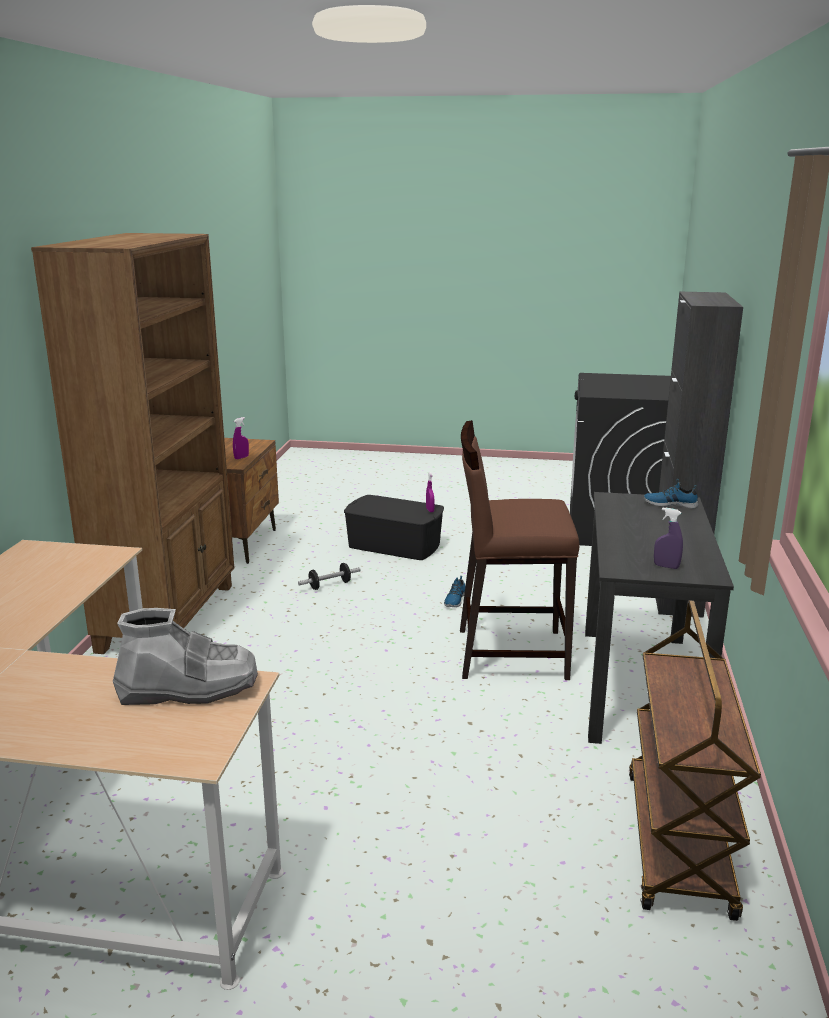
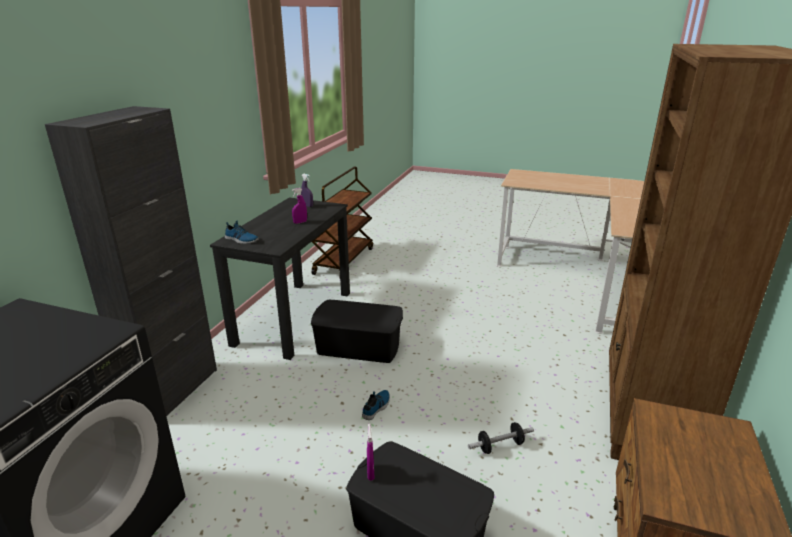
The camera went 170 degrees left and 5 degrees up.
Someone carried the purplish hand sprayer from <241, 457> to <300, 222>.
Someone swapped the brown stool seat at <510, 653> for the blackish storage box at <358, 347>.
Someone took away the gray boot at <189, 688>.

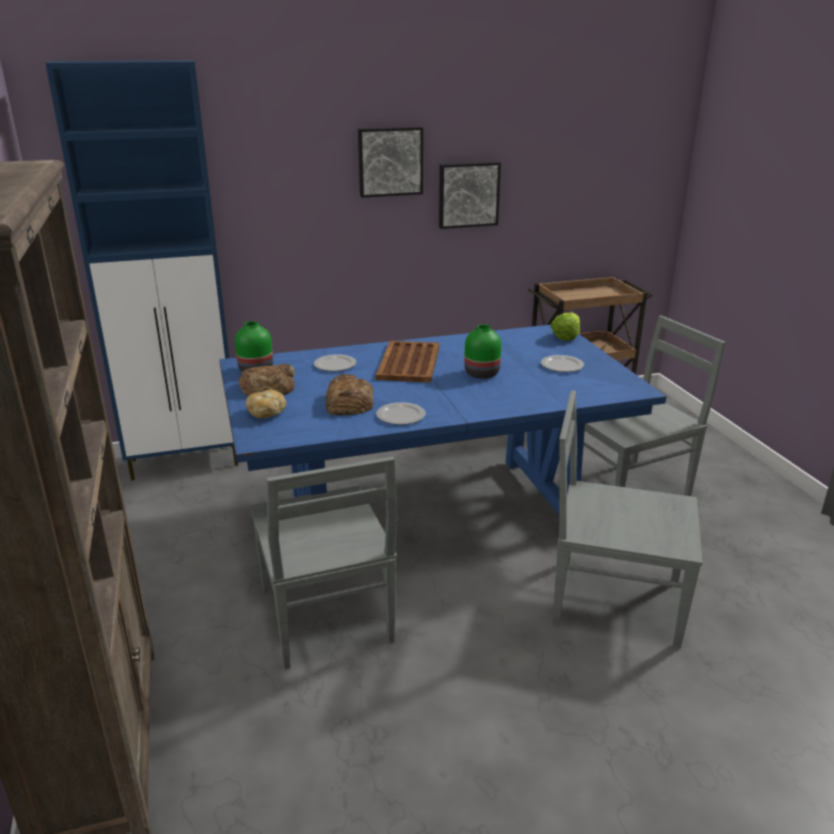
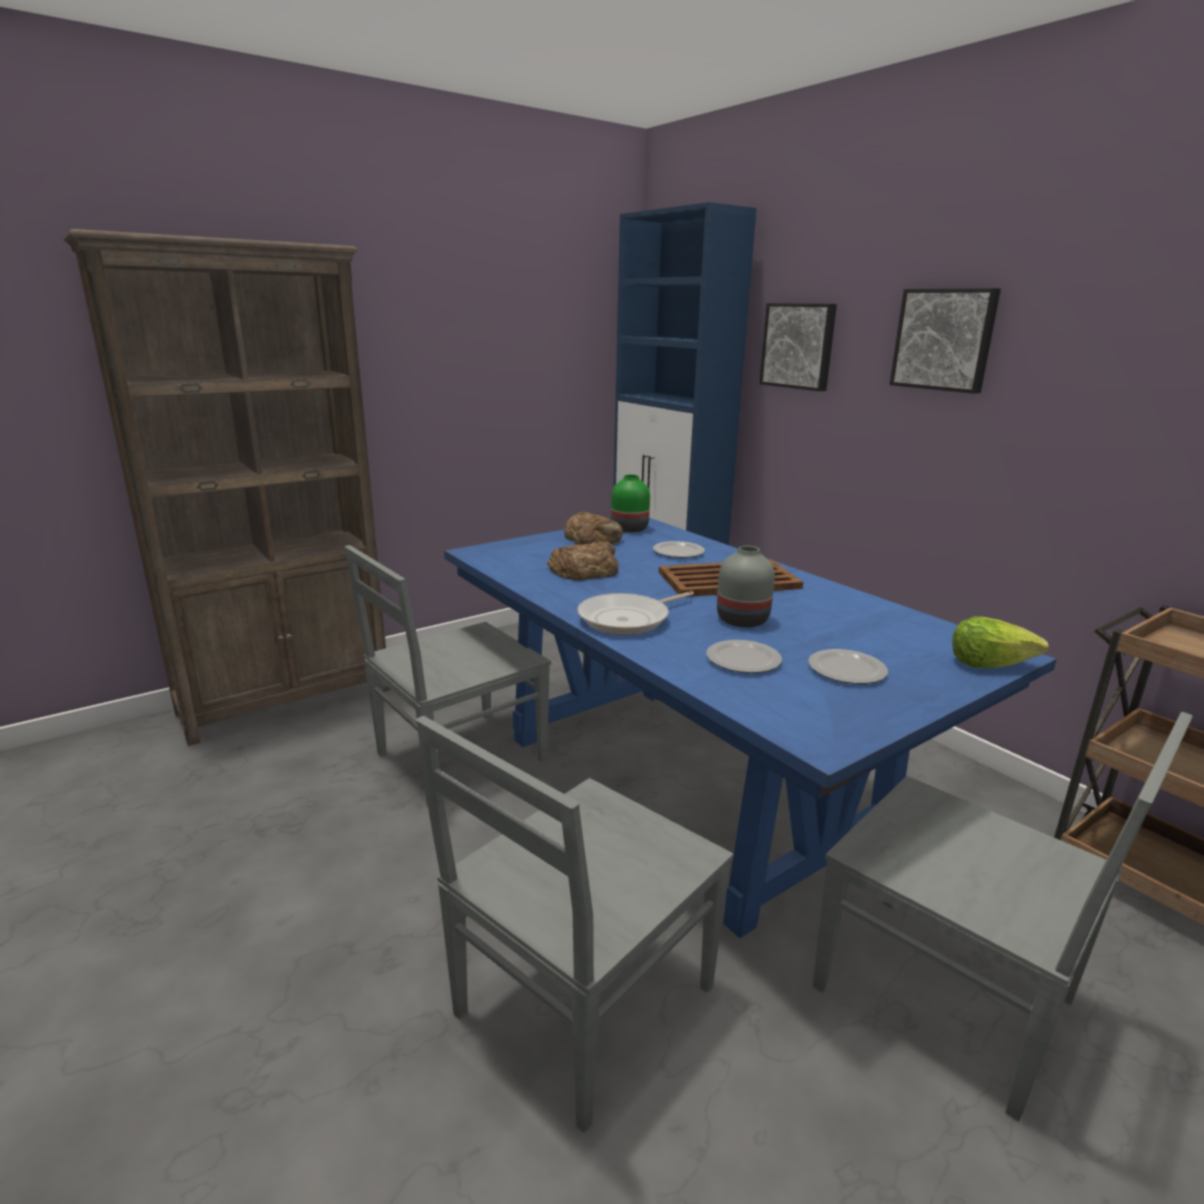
The camera went 70 degrees right and 5 degrees down.
Someone rotated the gray plain chair at <612, 600> by 135 degrees counterclockwise.
Someone put down the frying pan at <628, 619>.
Someone carried the dinner plate from <401, 416> to <742, 660>.
Someone repainted the green flower vase at <480, 374>, which became the gray flower vase at <741, 620>.
Someone carried the wall picture from <468, 194> to <799, 346>.
Someone took away the baked bread at <267, 413>.

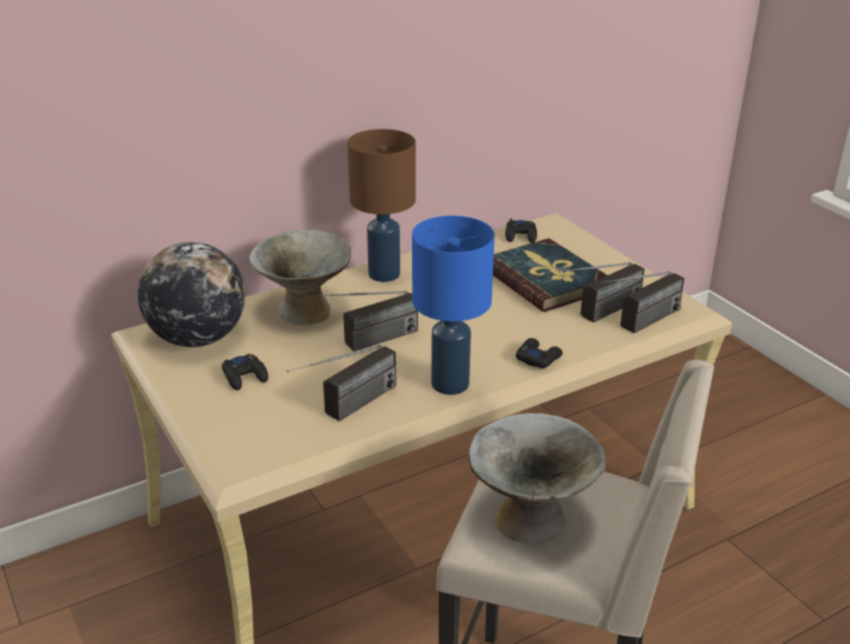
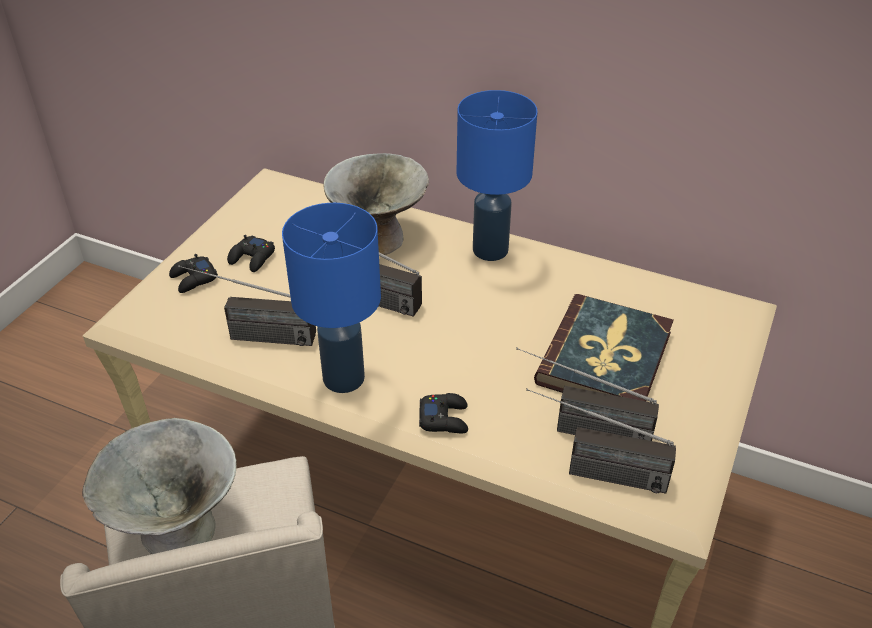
The camera went 55 degrees right and 10 degrees up.
Someone carried the blackish game controller from <521, 236> to <193, 279>.
Someone repainted the brown table lamp at <384, 274>, which became the bluish table lamp at <491, 249>.
Someone took away the desk globe at <198, 338>.

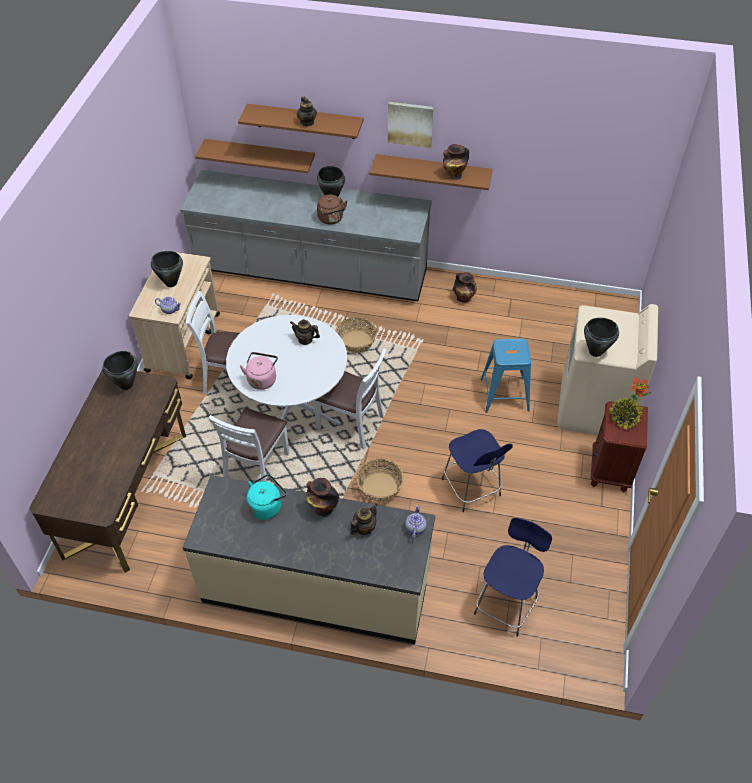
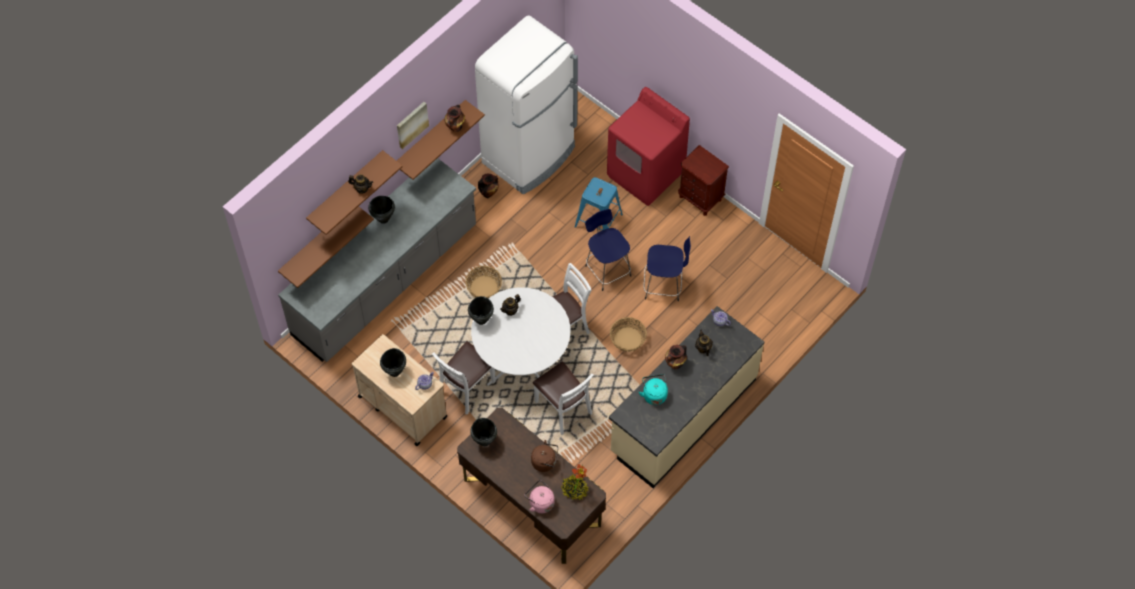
The camera went 60 degrees left and 10 degrees up.
Someone carried the blackish cooking pot from <595, 351> to <481, 320>.
Someone put down the white-coloured fridge at <529, 155>.
Someone carried the pink kettle from <262, 379> to <540, 502>.
Someone carried the brown kettle from <331, 219> to <545, 462>.
Someone carried the potted plant from <624, 417> to <574, 489>.
Someone carried the bluish stool seat from <506, 604> to <607, 269>.
Someone repainted the beige-coloured laundry machine at <594, 408>, which became the reddish laundry machine at <646, 174>.

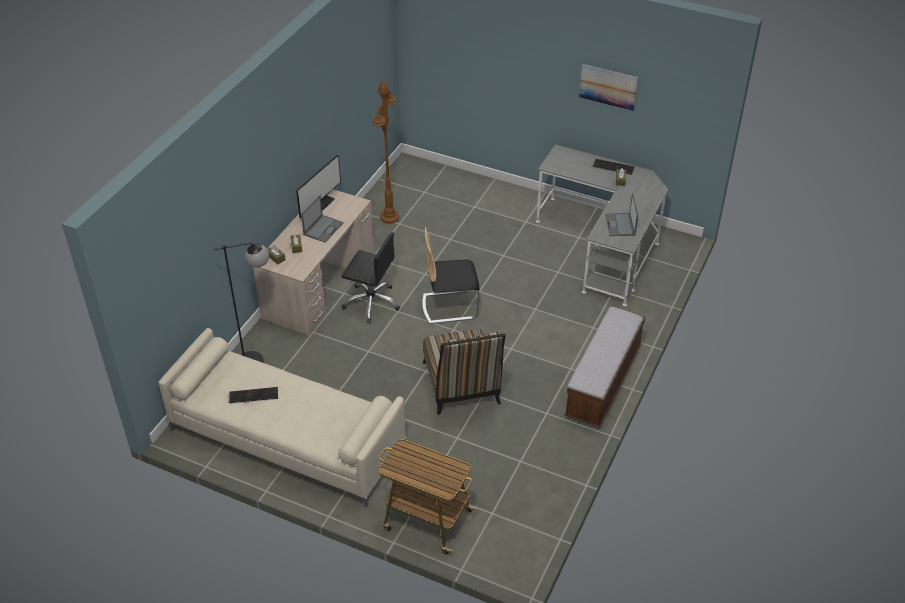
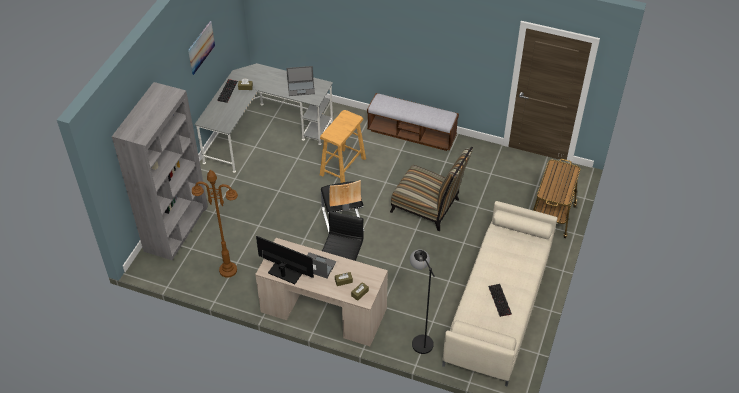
The camera went 95 degrees left and 5 degrees up.
Someone put down the gray bookcase at <176, 228>.
Someone put down the beige-coloured stool seat at <342, 167>.
Someone rotated the plain chair at <462, 387> by 45 degrees clockwise.

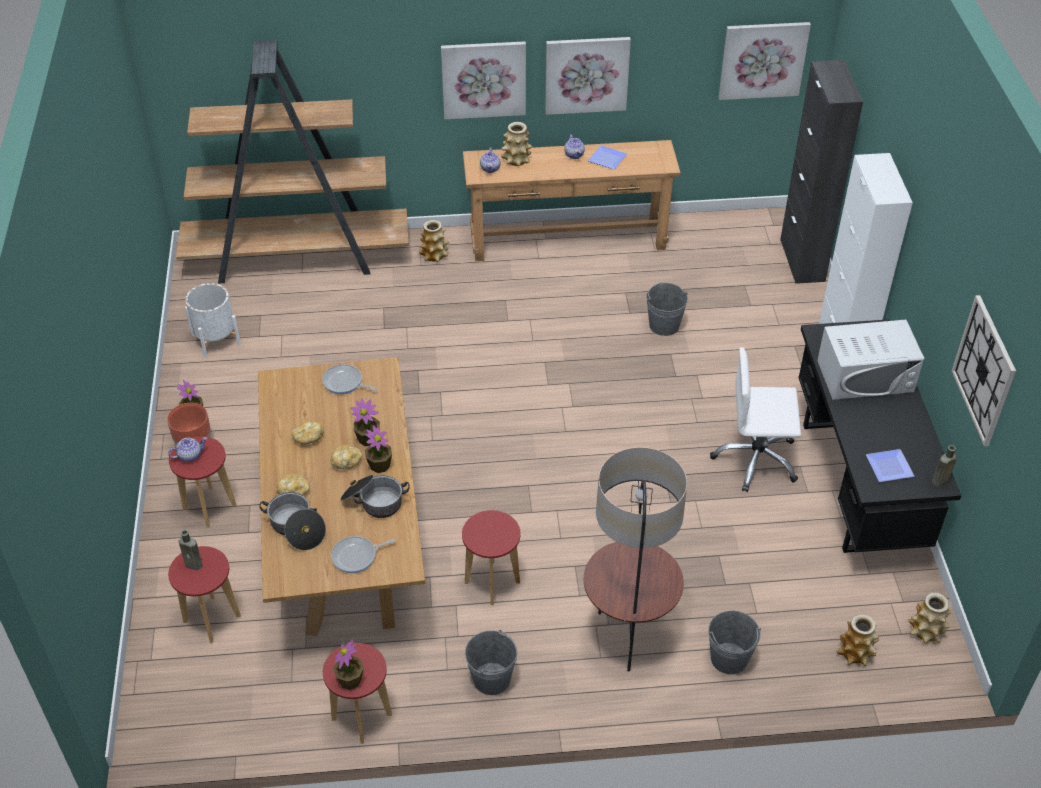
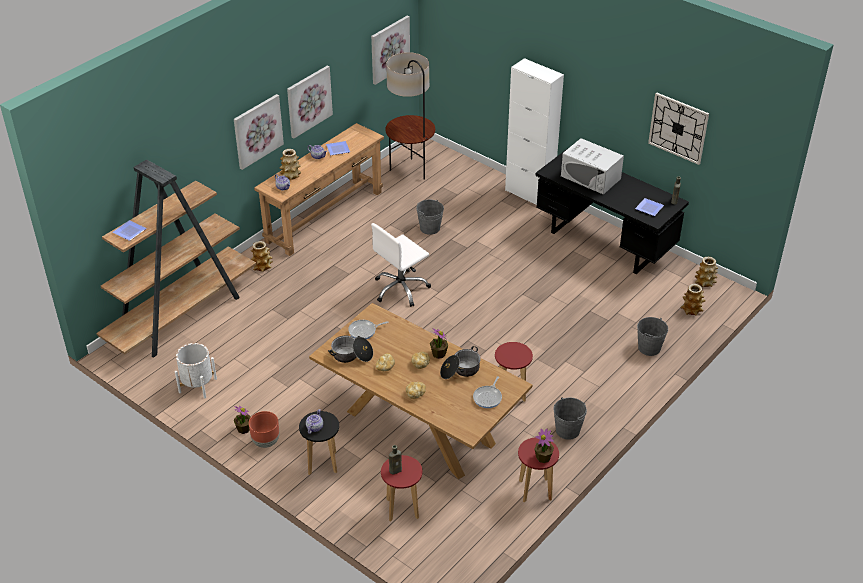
The camera went 45 degrees left and 5 degrees down.
Someone put down the dinner plate at <129, 232>.
Someone repainted the reddish stool seat at <209, 507>, which became the blackish stool seat at <322, 463>.
Someone carried the cooking pot from <296, 528> to <351, 355>.
Someone carried the white-coloured desk chair from <756, 459> to <401, 289>.
Someone carried the standing lamp from <627, 637> to <411, 170>.
Someone rotated the white-coloured kitchen microwave at <865, 376> by 90 degrees clockwise.
Someone took away the potted plant at <368, 439>.
Someone took away the blackish cupboard at <802, 260>.

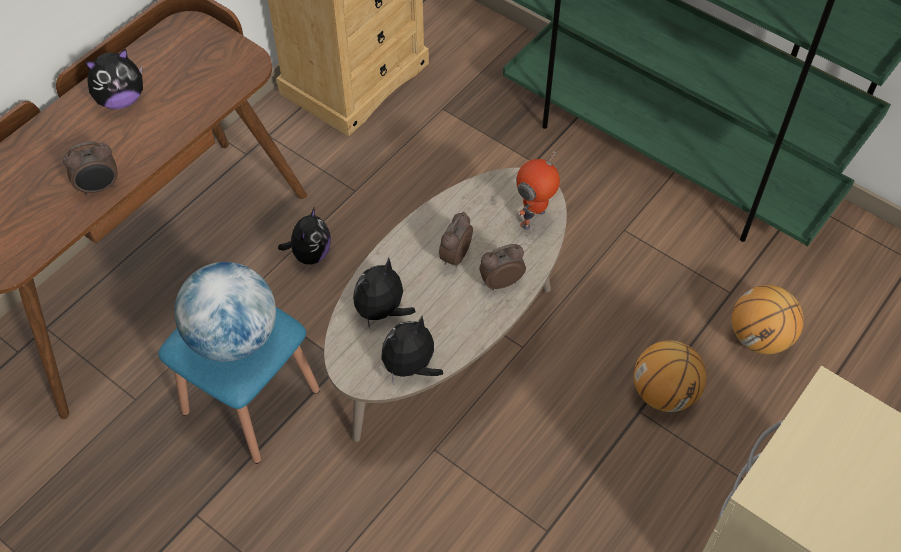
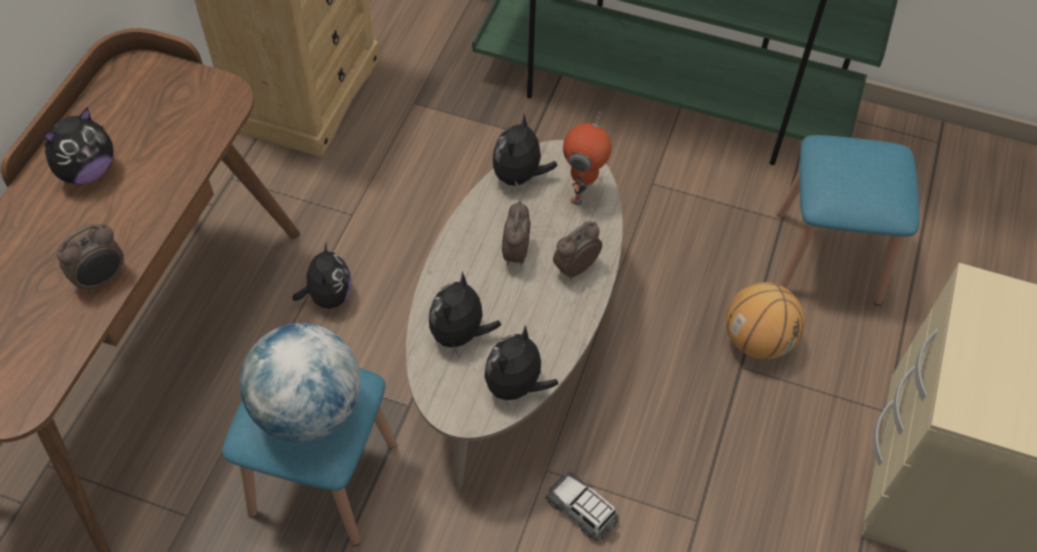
The camera went 20 degrees left and 0 degrees up.
Someone put down the plush toy at <519, 177>.
Someone put down the model car at <582, 510>.
Someone swapped the ball for basketball at <759, 337> for the bluish stool seat at <827, 257>.

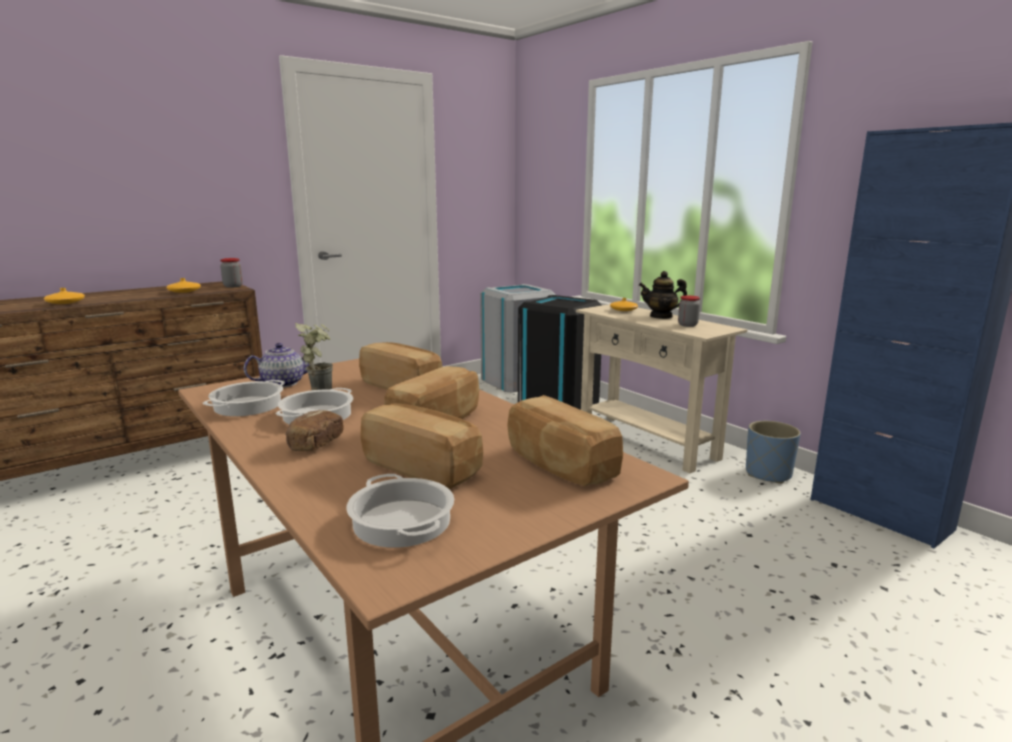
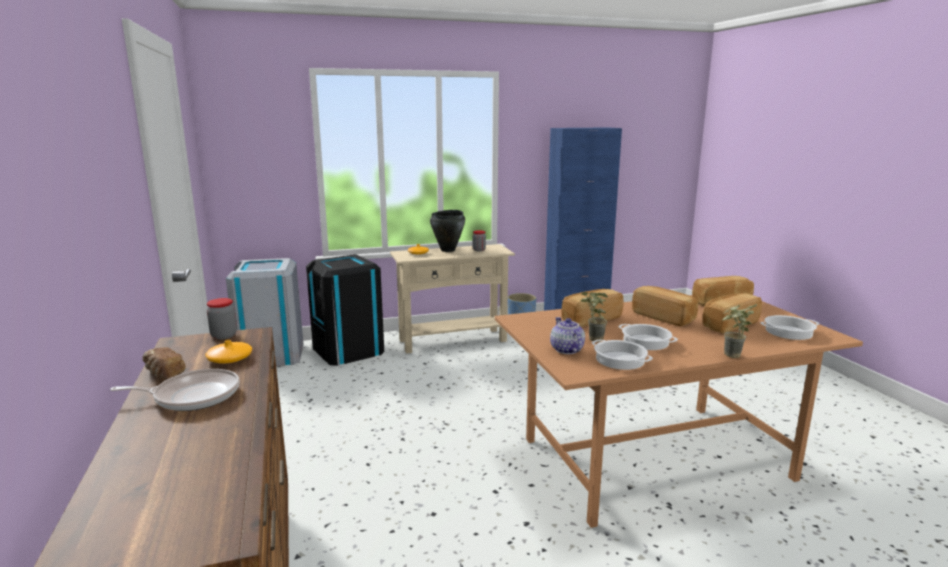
The camera went 70 degrees left and 0 degrees up.
Someone put down the frying pan at <193, 396>.
Someone carried the baked bread from <314, 444> to <164, 373>.
Someone swapped the tea pot at <661, 316> for the blackish cooking pot at <448, 250>.
Someone put down the potted plant at <731, 357>.
Someone took away the orange flower vase at <65, 303>.

